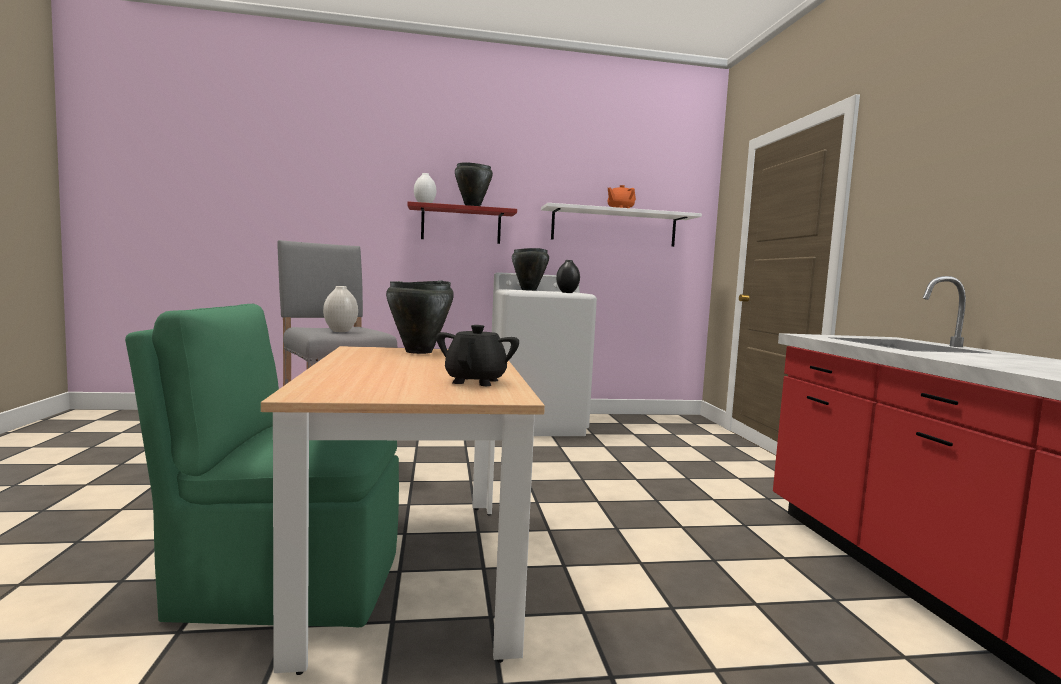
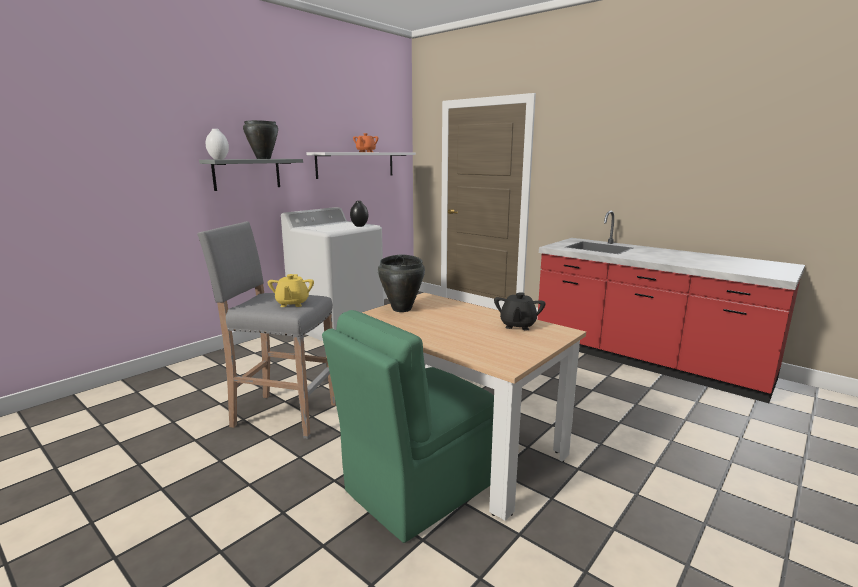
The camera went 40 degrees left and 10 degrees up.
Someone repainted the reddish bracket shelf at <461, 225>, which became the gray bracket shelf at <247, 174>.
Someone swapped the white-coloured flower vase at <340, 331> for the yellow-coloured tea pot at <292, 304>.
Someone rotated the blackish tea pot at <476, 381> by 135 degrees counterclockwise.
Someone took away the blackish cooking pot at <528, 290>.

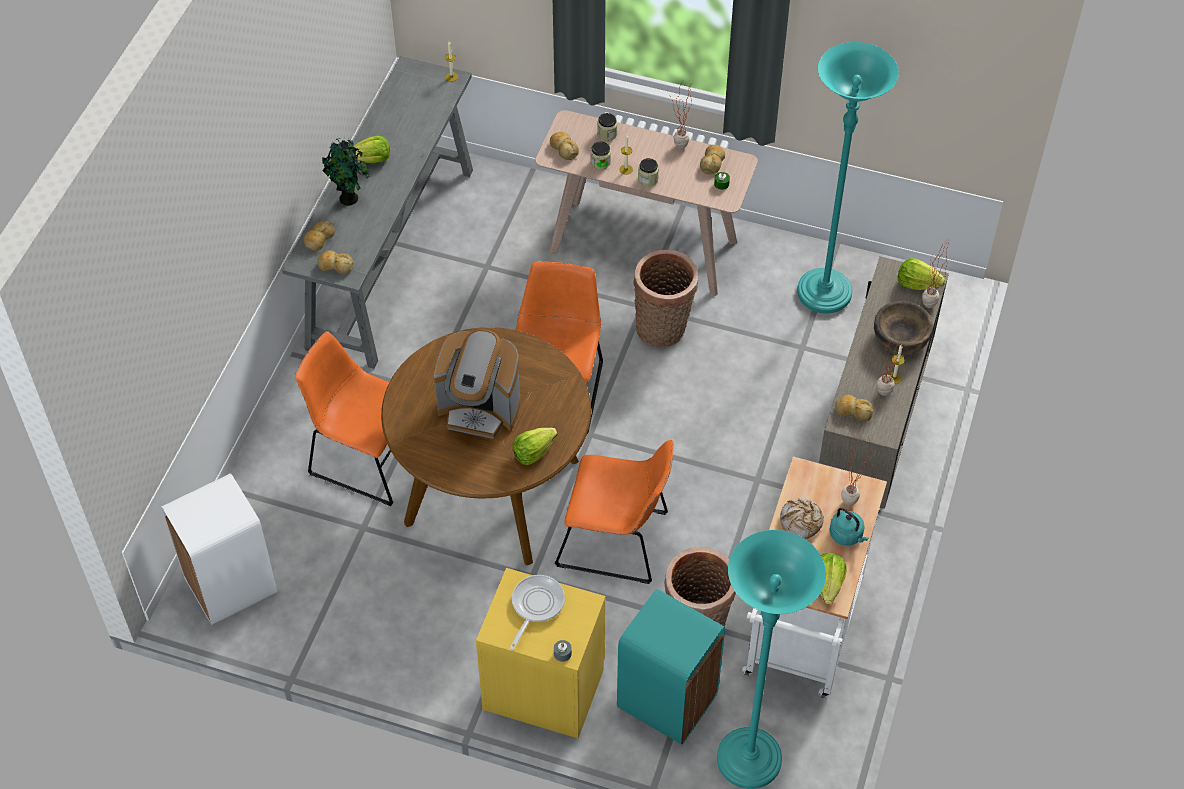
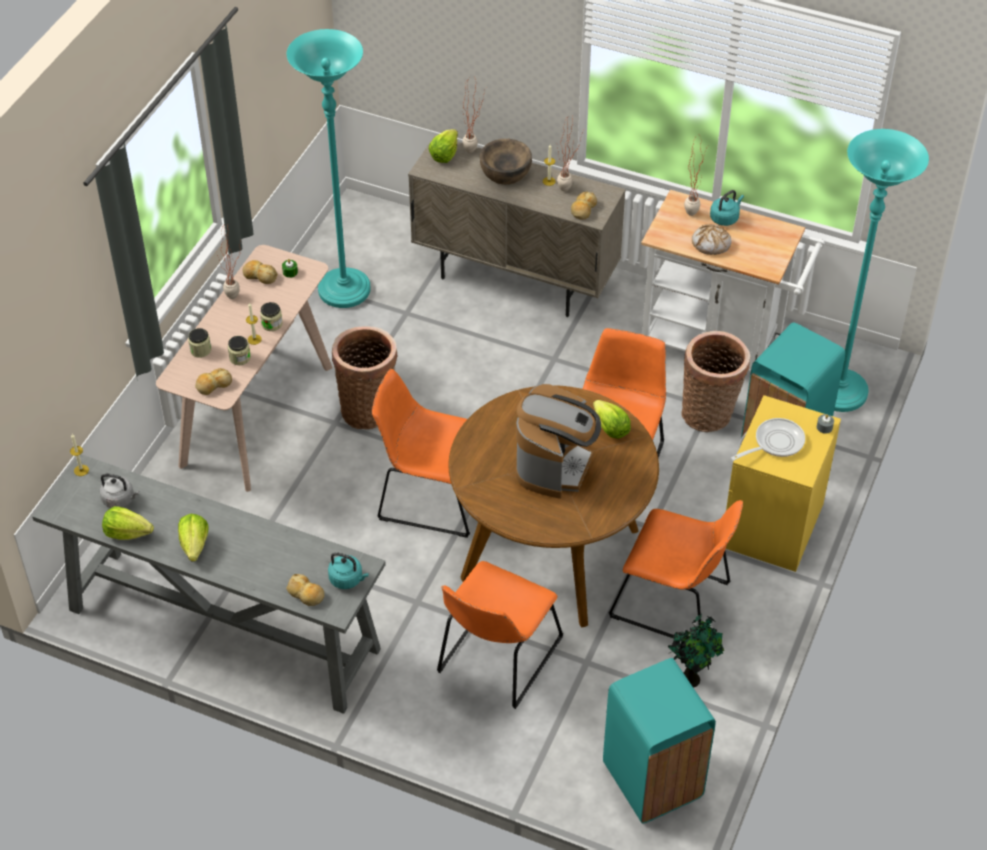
The camera went 85 degrees left and 5 degrees down.
Someone put down the gray kettle at <120, 500>.
Someone carried the lettuce from <828, 584> to <127, 533>.
Someone swapped the baked bread at <335, 265> for the turquoise kettle at <347, 579>.
Someone repainted the white-coloured rubbish bin at <230, 585>, which became the turquoise rubbish bin at <652, 781>.
Someone put down the orange plain chair at <675, 602>.
Someone carried the potted plant from <350, 199> to <691, 678>.
Someone rotated the frying pan at <535, 606> by 120 degrees clockwise.

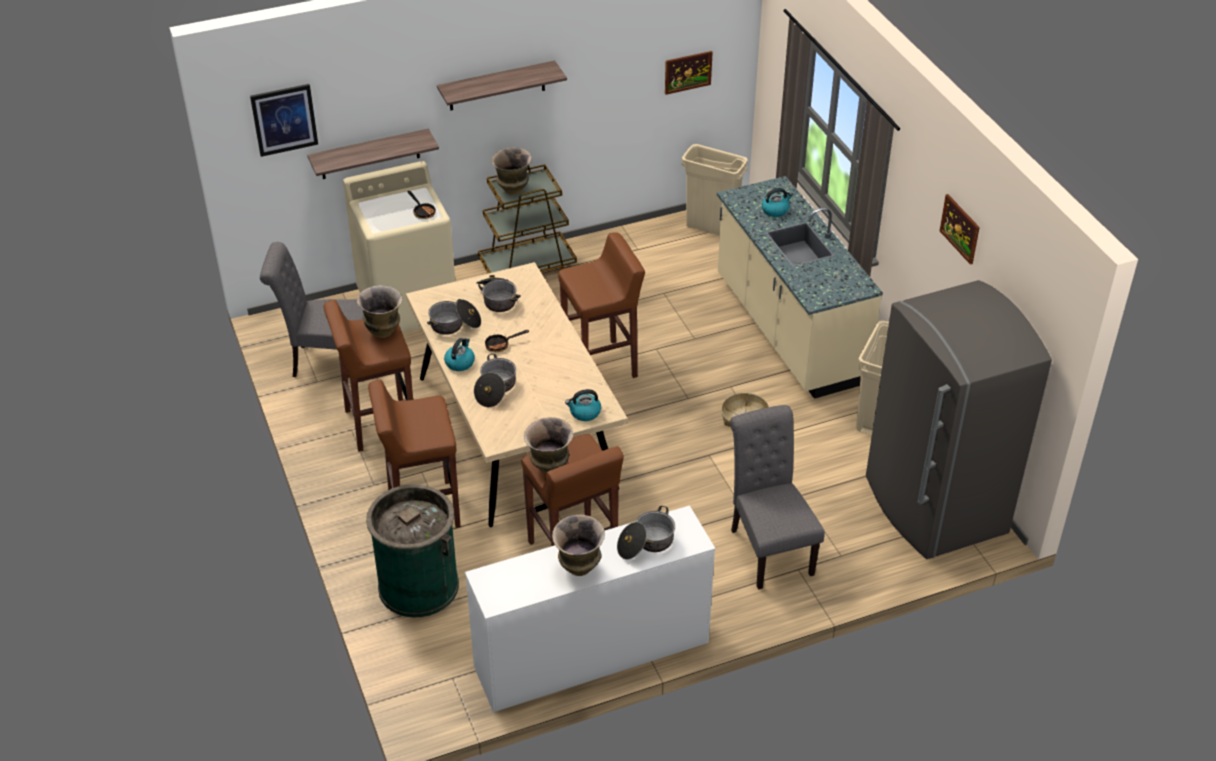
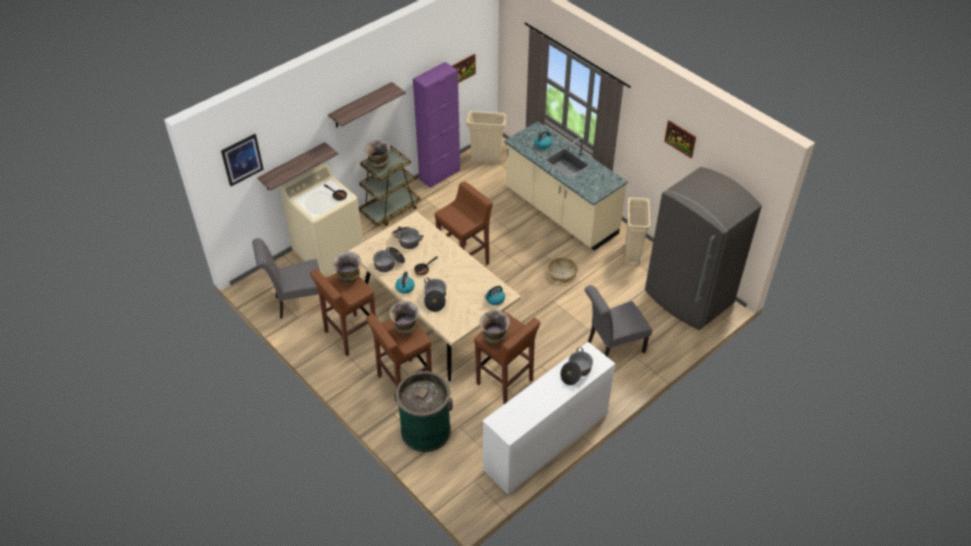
The camera went 20 degrees left and 5 degrees up.
Someone carried the flower vase from <579, 568> to <406, 330>.
Someone put down the purplish cupboard at <439, 175>.
Someone rotated the gray plain chair at <768, 548> by 75 degrees counterclockwise.

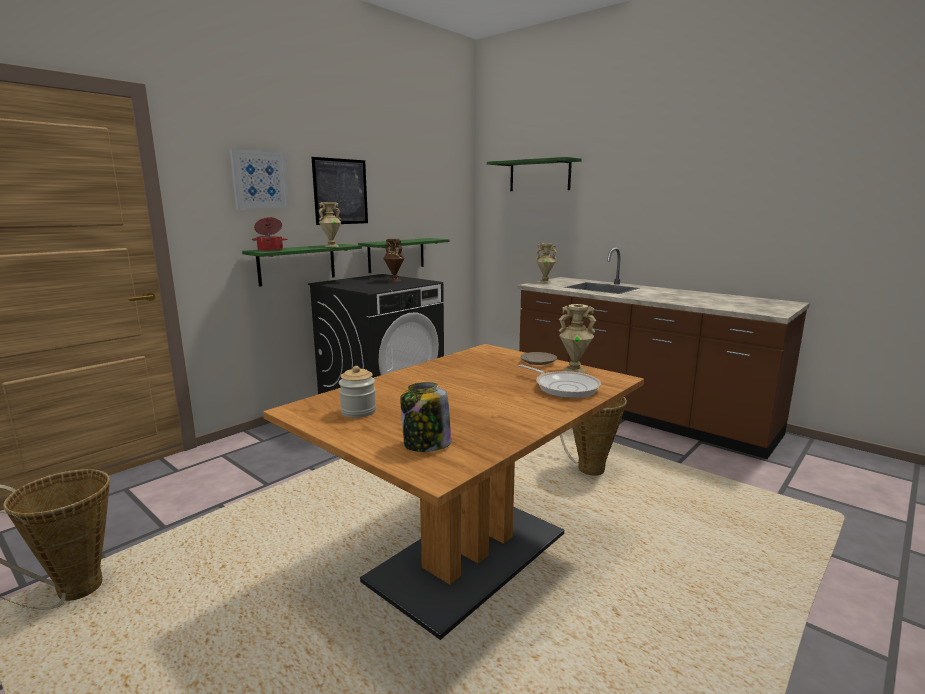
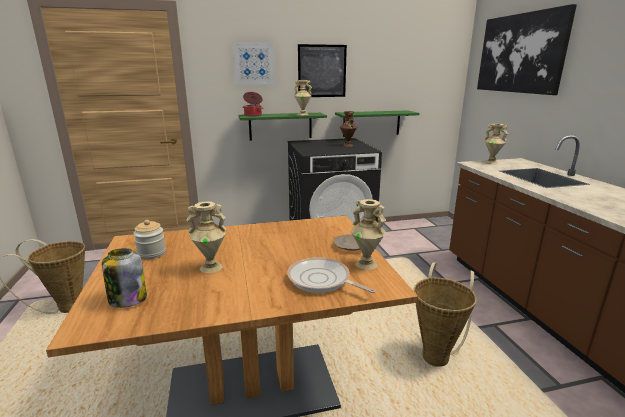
The camera went 35 degrees right and 5 degrees up.
Someone put down the beige-coloured flower vase at <211, 267>.
Someone rotated the frying pan at <564, 387> by 135 degrees clockwise.
Someone swapped the green bracket shelf at <539, 175> for the wall picture at <520, 53>.

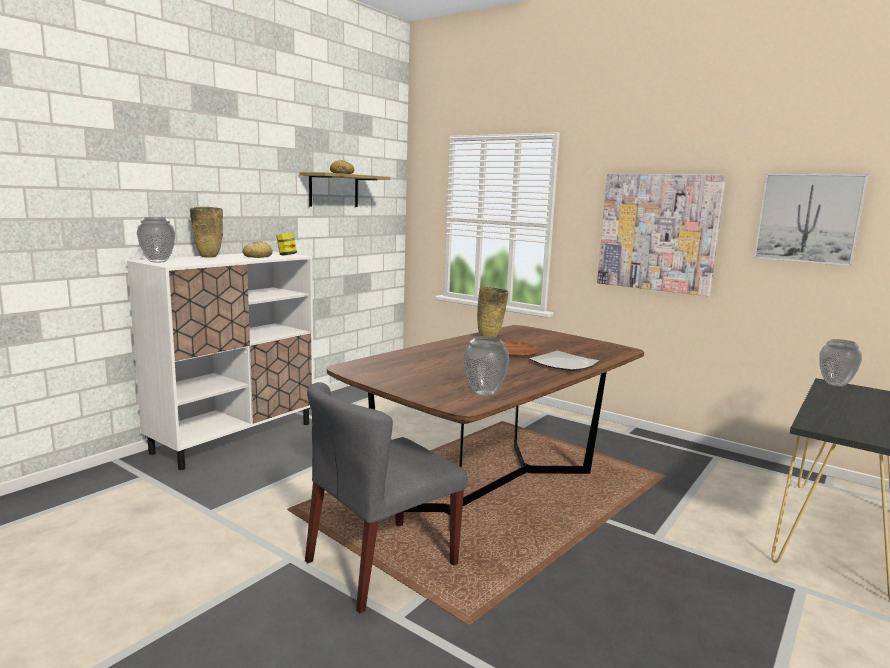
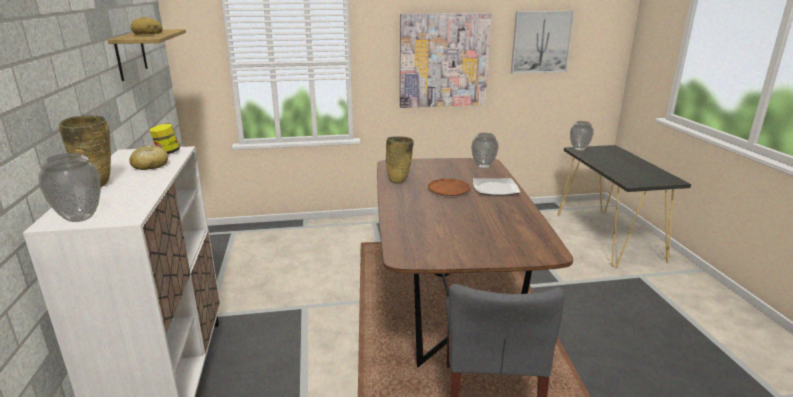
The camera went 45 degrees left and 10 degrees up.
Someone carried the flower vase from <483, 393> to <483, 167>.

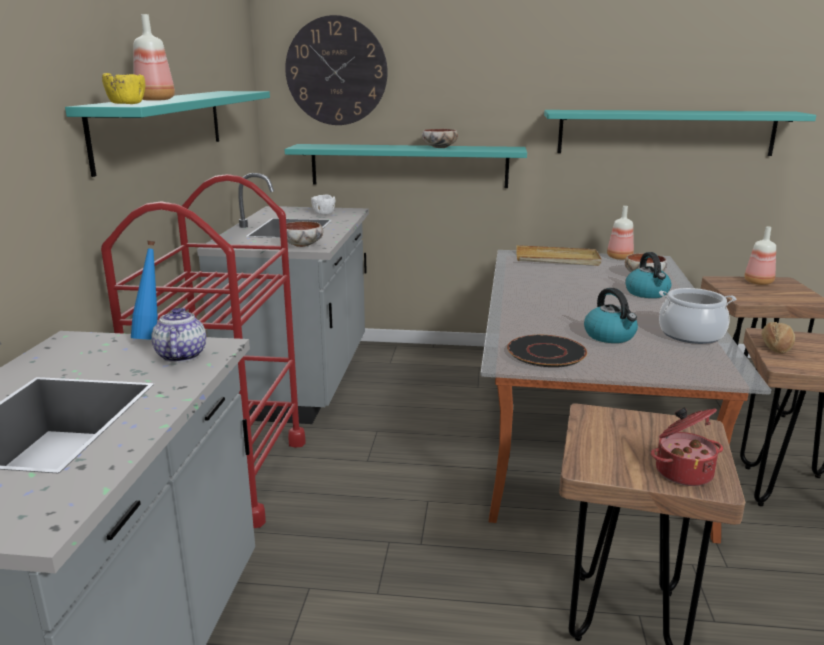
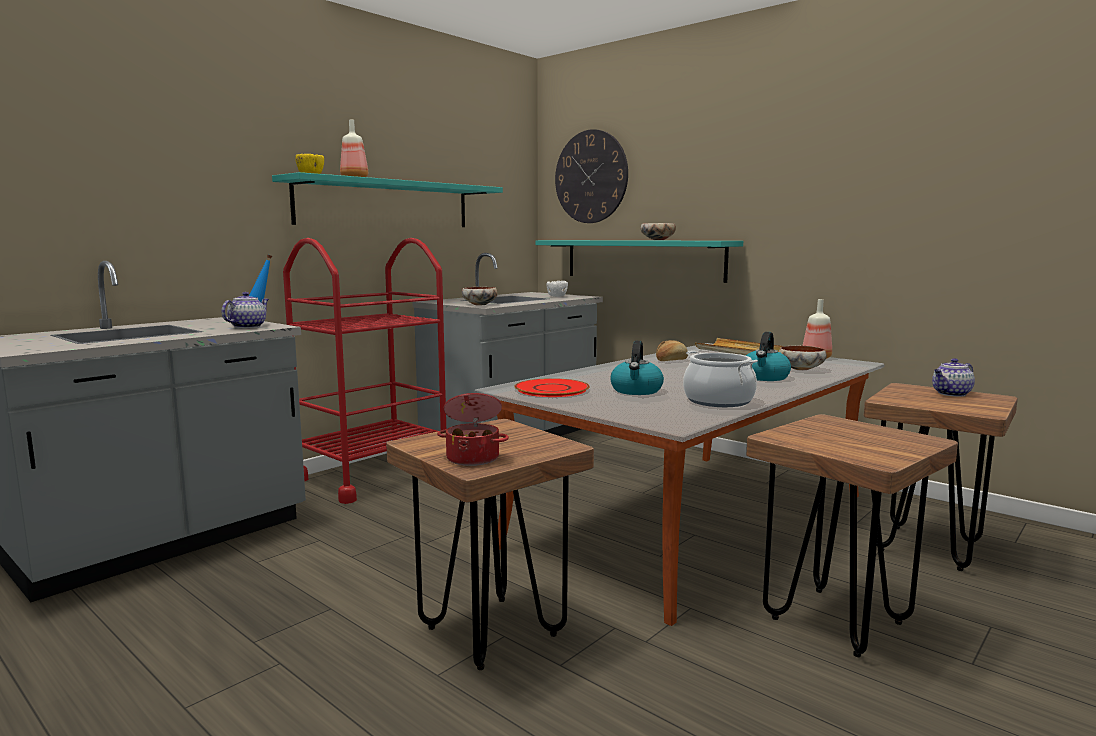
The camera went 35 degrees right and 10 degrees down.
Someone repainted the blackish dinner plate at <546, 352>, which became the reddish dinner plate at <551, 389>.
Someone carried the baked bread from <775, 347> to <671, 360>.
Someone swapped the drink bottle at <759, 283> for the tea pot at <951, 394>.
Someone took away the turquoise bracket shelf at <665, 132>.

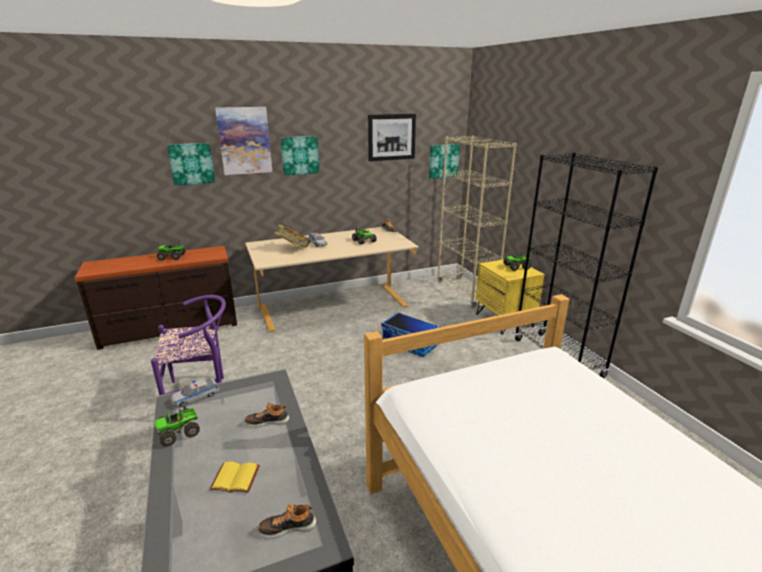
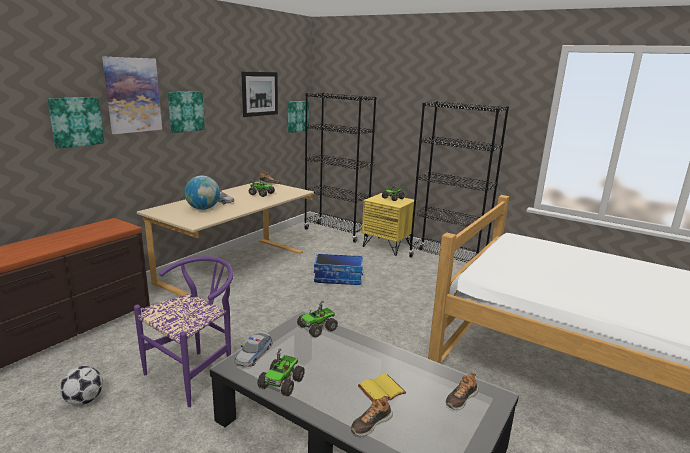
The camera went 35 degrees left and 5 degrees down.
Someone put down the football ball at <84, 400>.
Someone swapped the book at <293, 248> for the desk globe at <203, 209>.
Someone carried the toy lorry from <172, 257> to <318, 328>.
Someone repainted the beige-coloured bookcase at <466, 292>, which became the blackish bookcase at <336, 232>.
Someone carried the shoe from <267, 421> to <371, 423>.

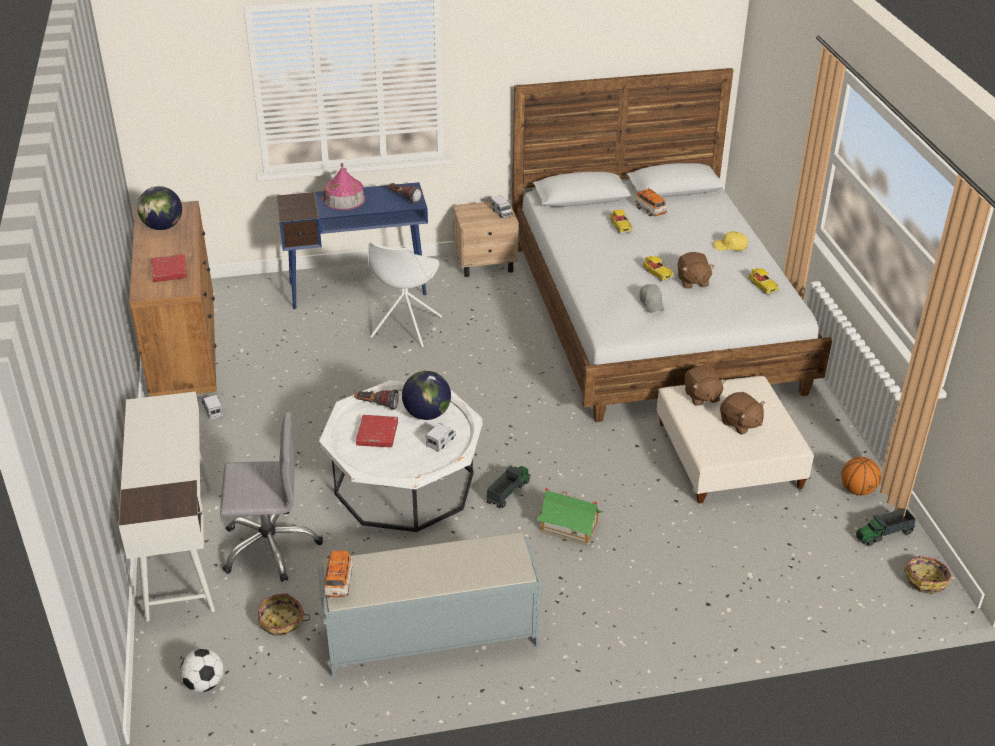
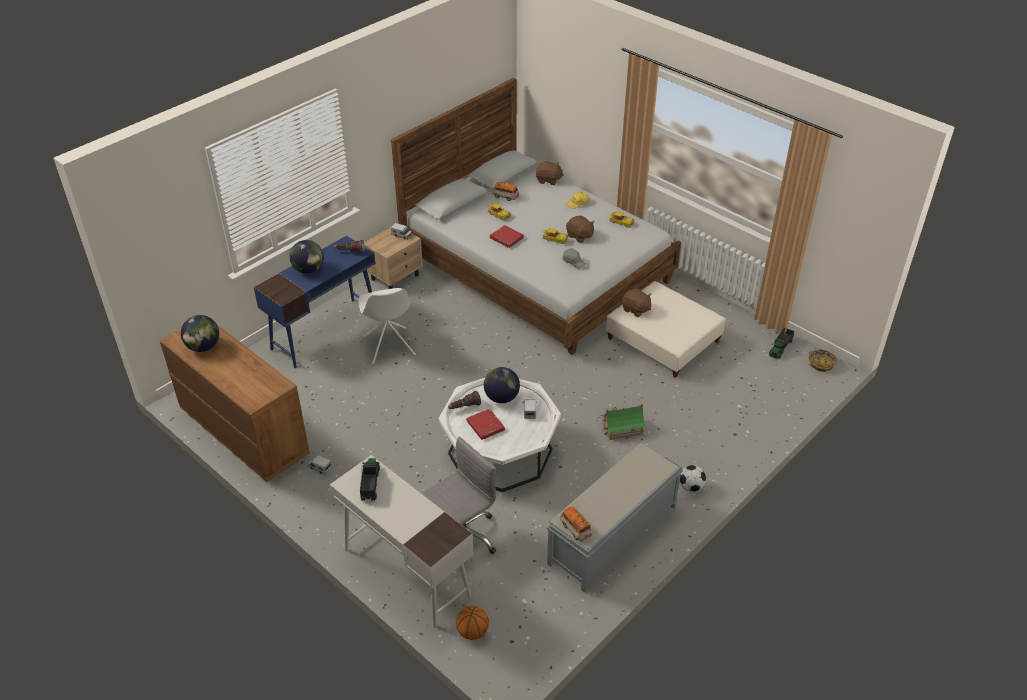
The camera went 35 degrees left and 5 degrees up.
Someone swapped the toy house at <344, 199> for the desk globe at <309, 270>.
Someone carried the toy lorry from <508, 492> to <370, 483>.
Someone carried the ball for basketball from <857, 490> to <472, 632>.
Someone carried the reddish book from <169, 271> to <506, 238>.
Someone carried the brown plush toy from <740, 423> to <548, 180>.
Someone carried the football ball from <204, 684> to <690, 487>.
Someone took away the storage basket at <282, 622>.

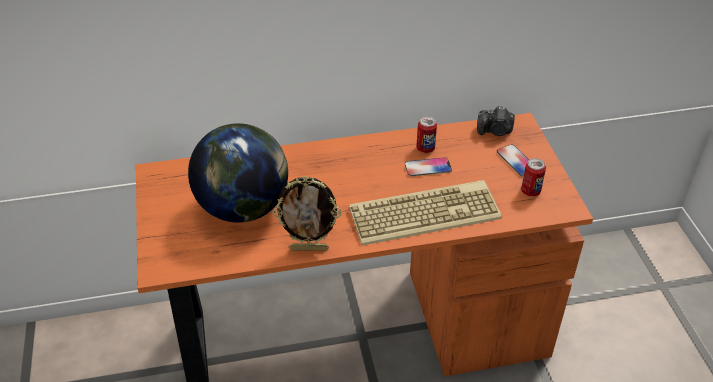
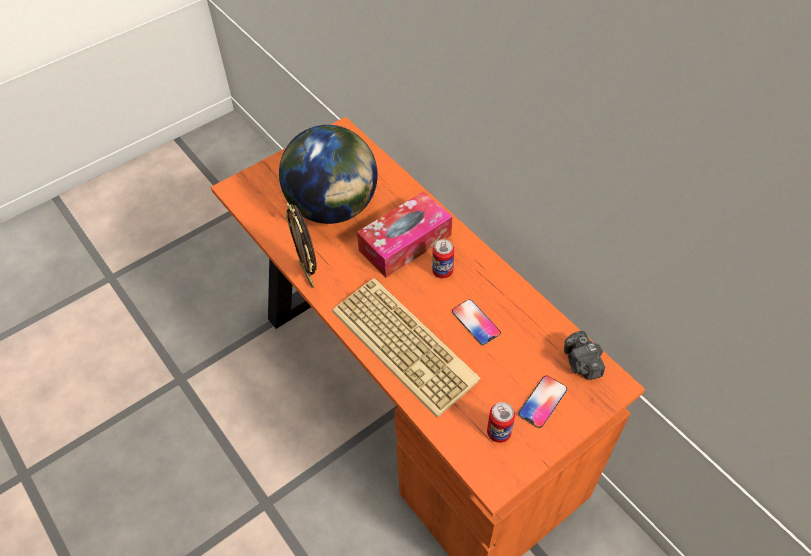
The camera went 65 degrees right and 10 degrees up.
Someone put down the tissue box at <405, 242>.
Someone carried the can from <425, 148> to <442, 271>.

